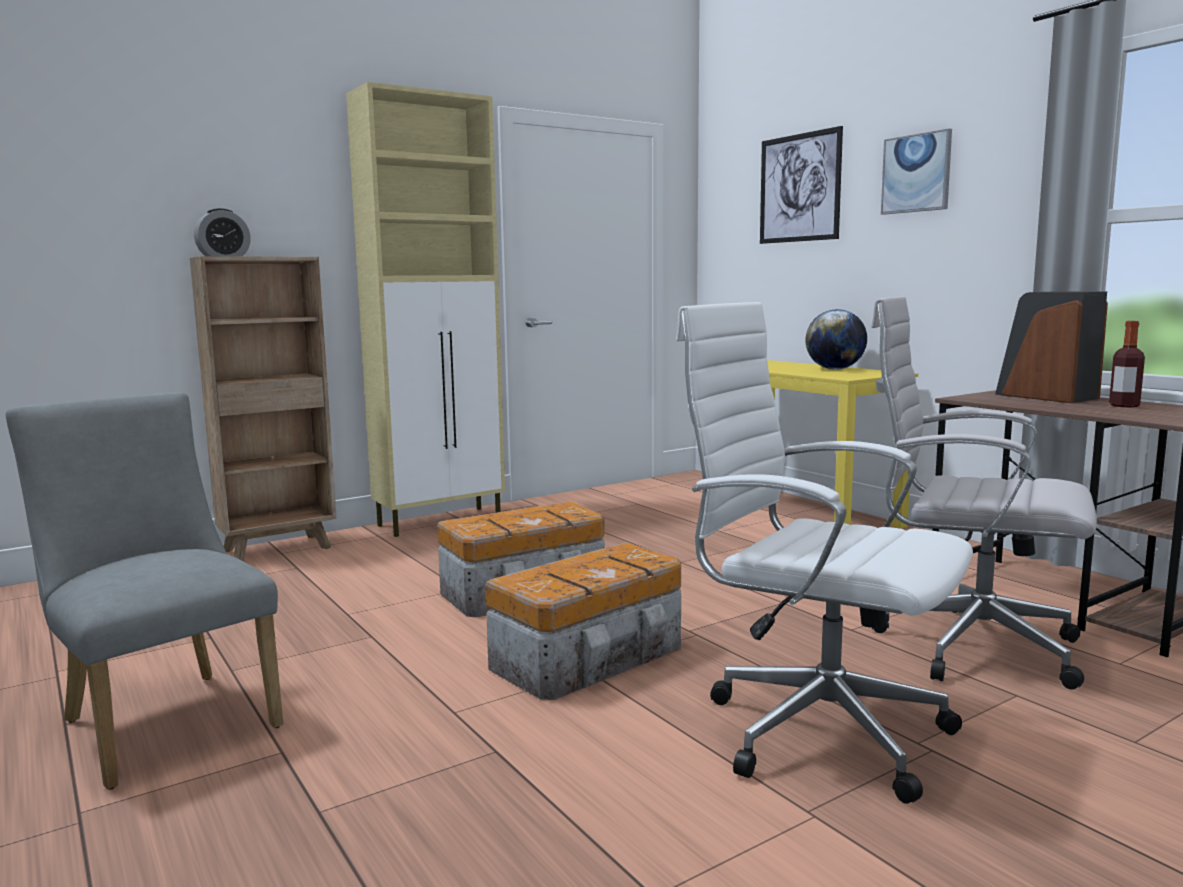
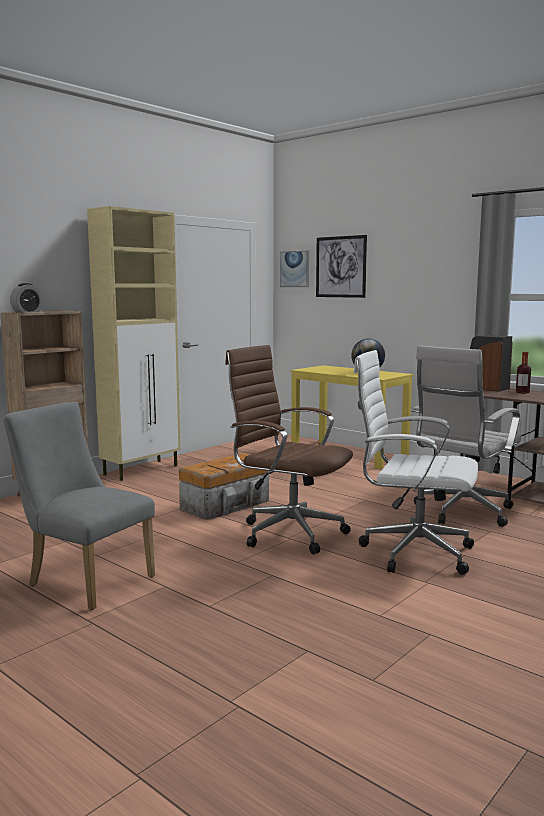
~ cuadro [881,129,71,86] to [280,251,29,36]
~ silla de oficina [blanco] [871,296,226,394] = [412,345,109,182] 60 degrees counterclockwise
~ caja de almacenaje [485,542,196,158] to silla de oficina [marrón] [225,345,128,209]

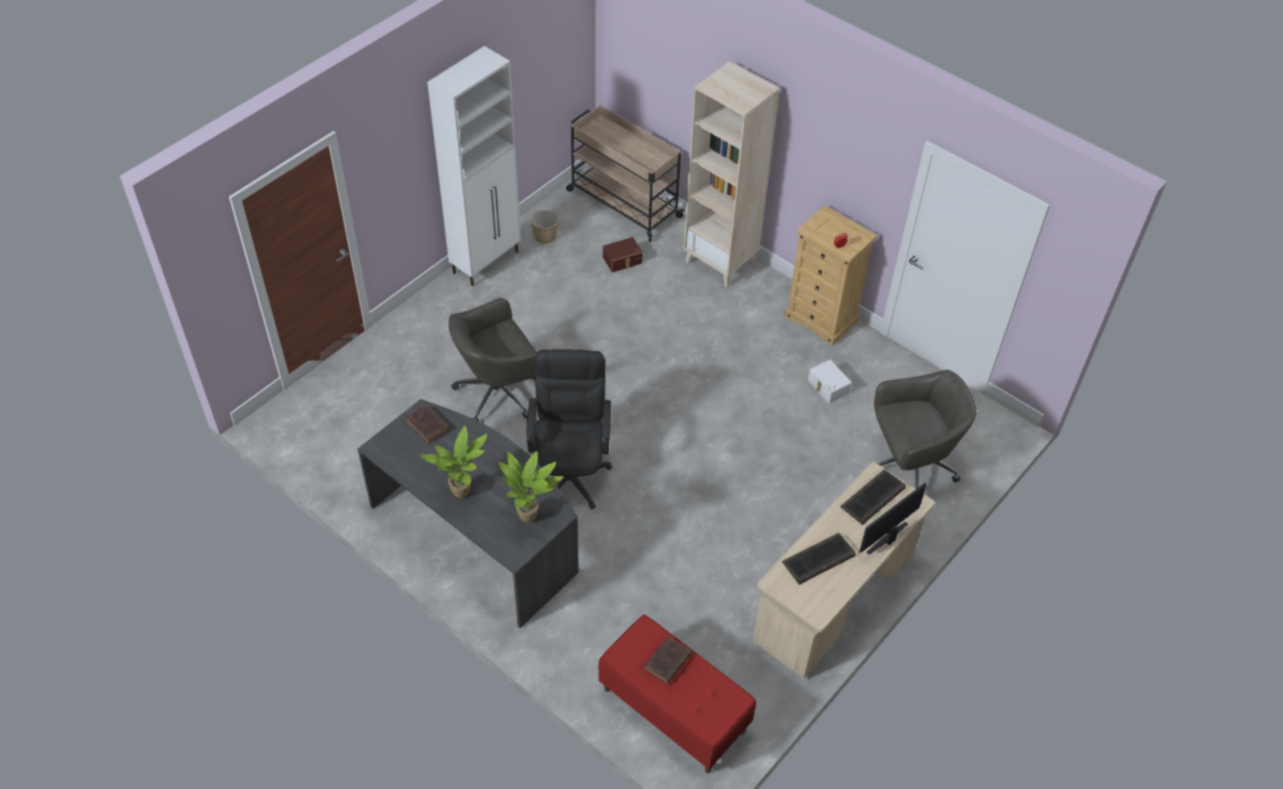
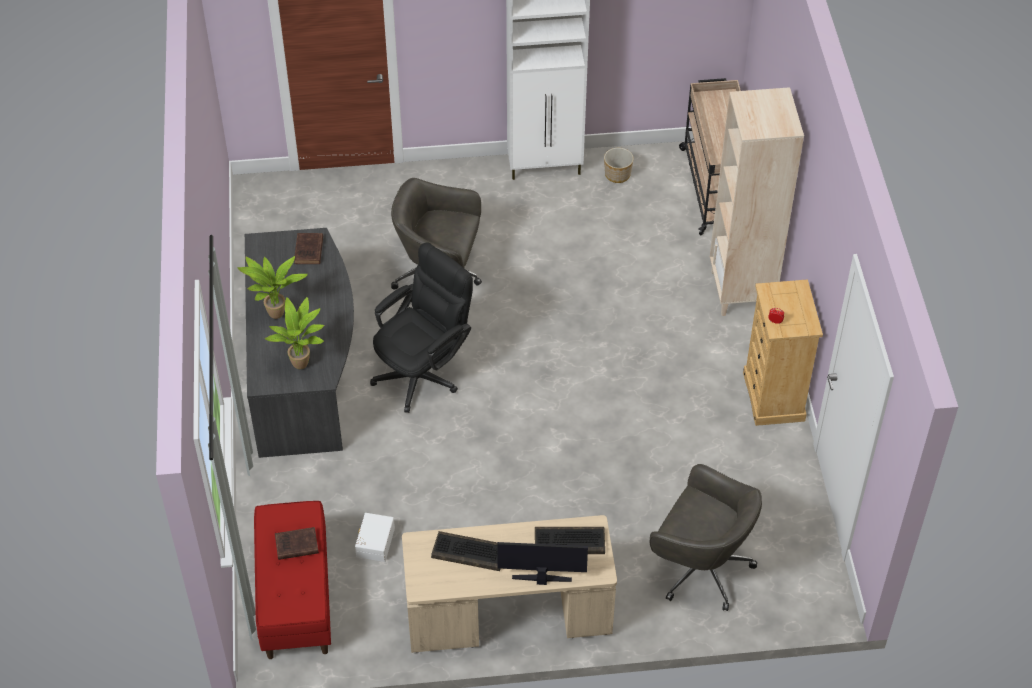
- caja de almacenaje [marrón] [603,237,40,35]
~ caja de almacenaje [blanco] [808,360,44,43] to [355,513,40,49]

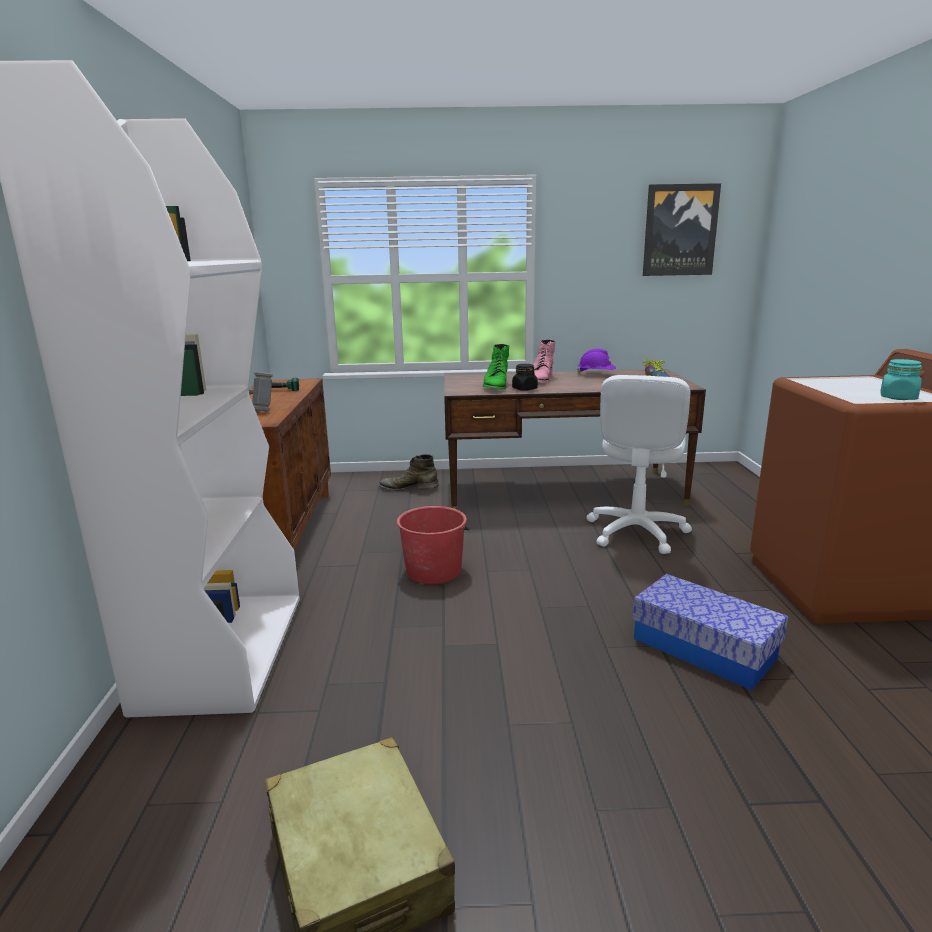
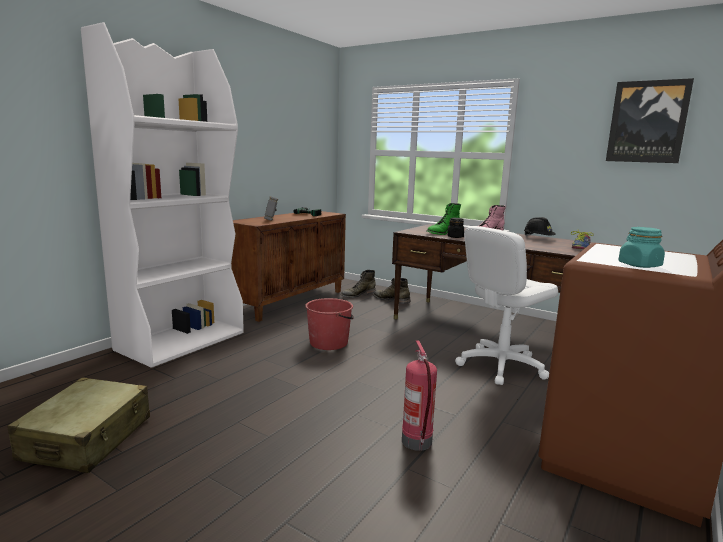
~ casco [morado] [577,349,39,25] to casco [negro] [524,217,32,20]
~ caja de almacenaje [632,574,156,116] to extintor [402,340,35,111]
+ bota [verde] [340,270,36,28]

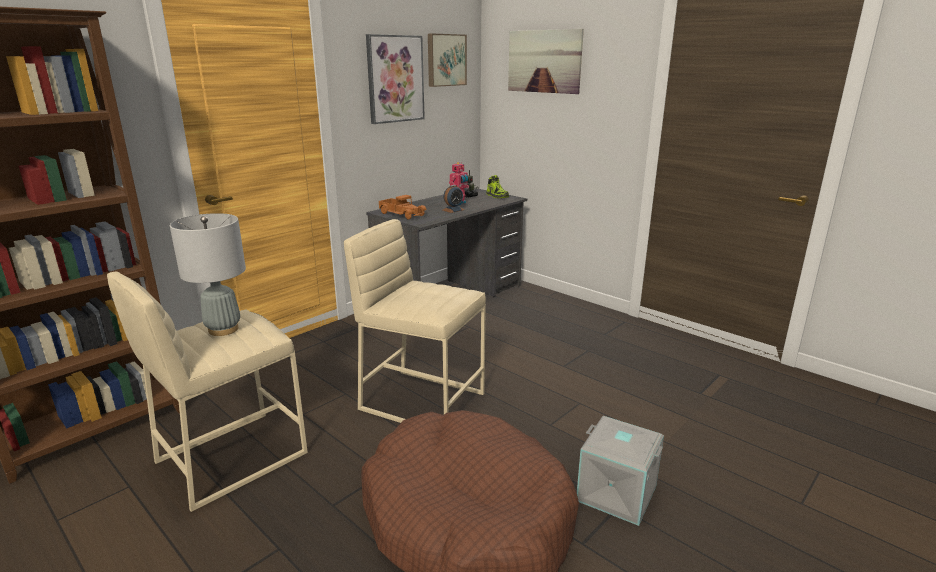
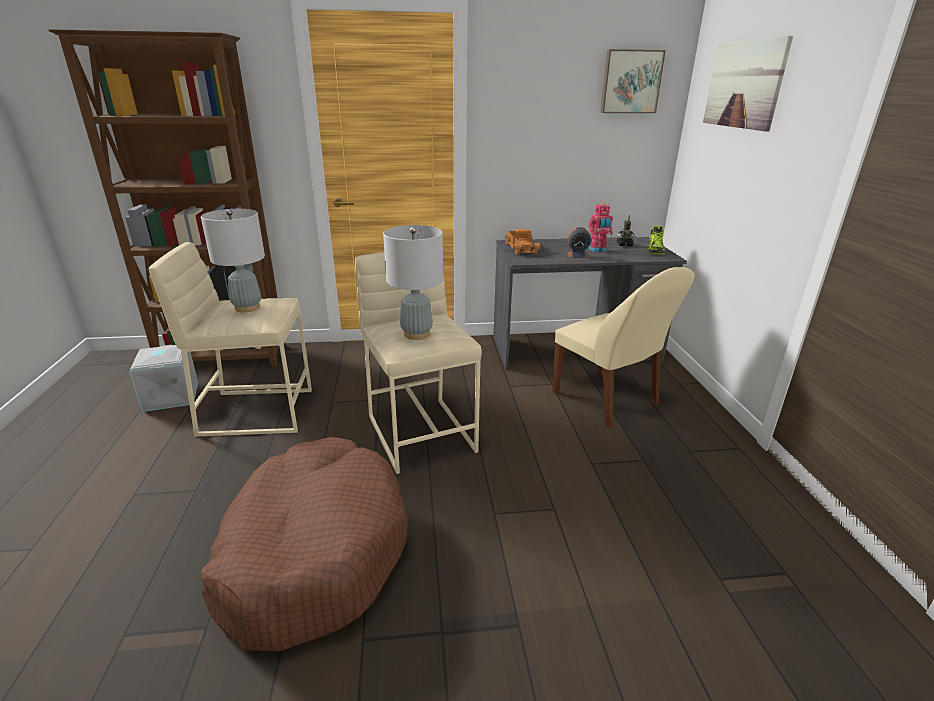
- cuadro [366,34,59,90]
~ caja de almacenaje [gris] [577,416,87,110] to [129,344,69,68]
+ lámpara de mesa [gris] [383,225,60,115]
+ silla [beis] [552,267,143,161]

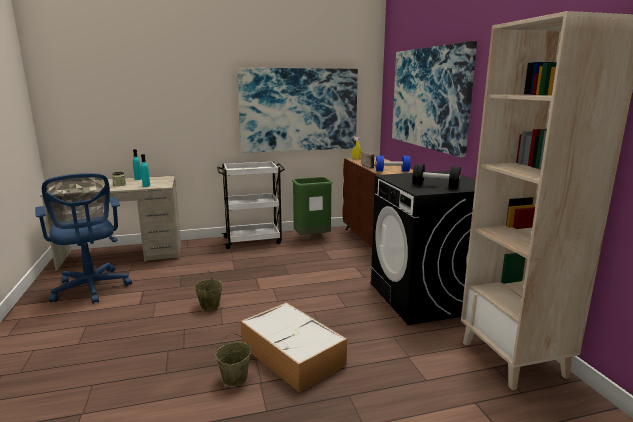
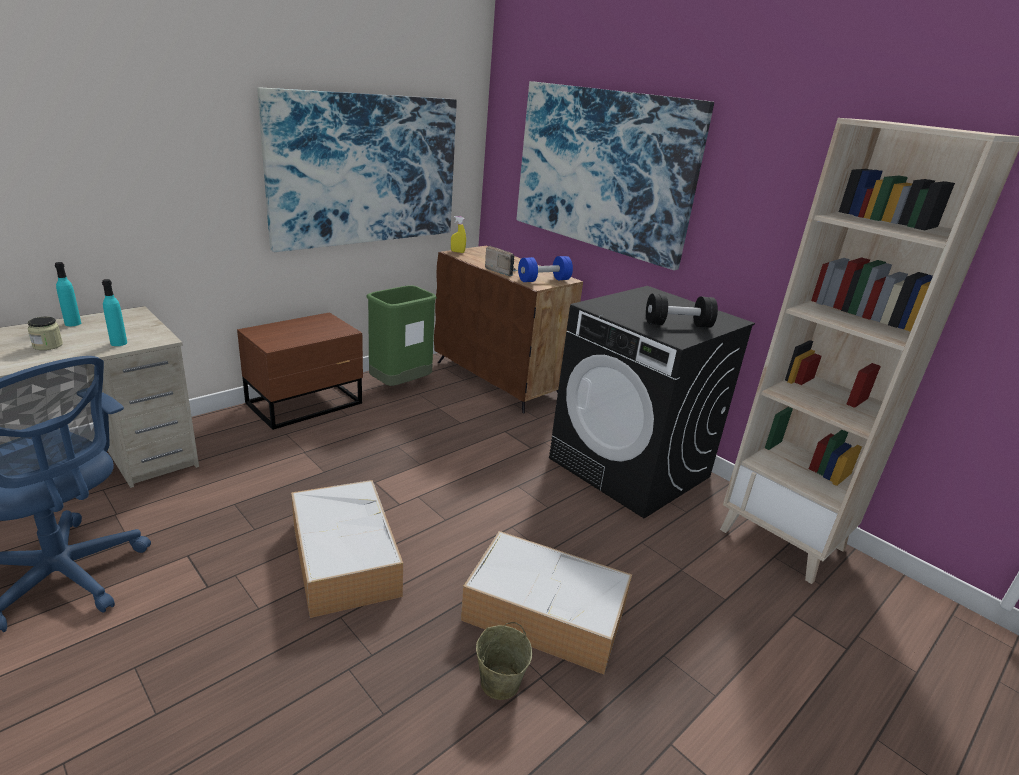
~ carrito [blanco] [217,161,68,88] to mesita de noche [marrón] [237,312,126,118]
~ cubo [beis] [194,272,29,38] to caja de almacenaje [291,480,112,138]

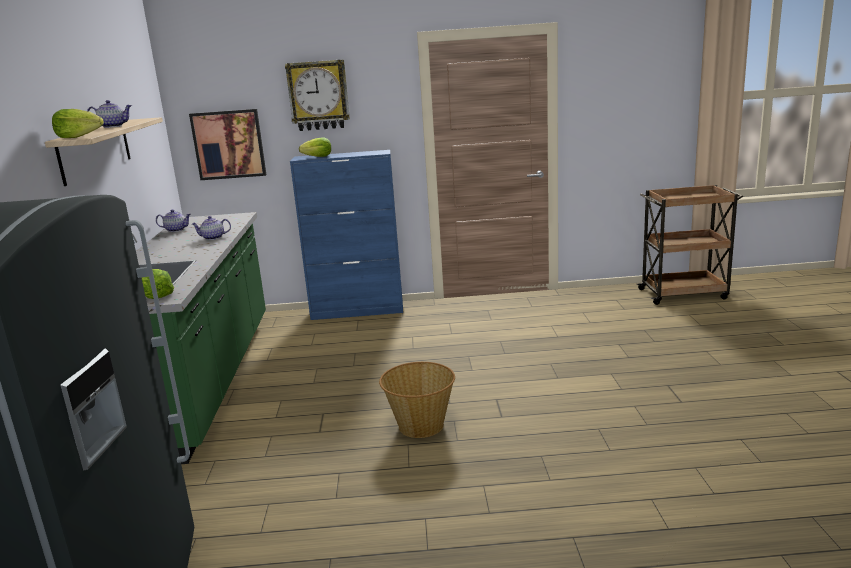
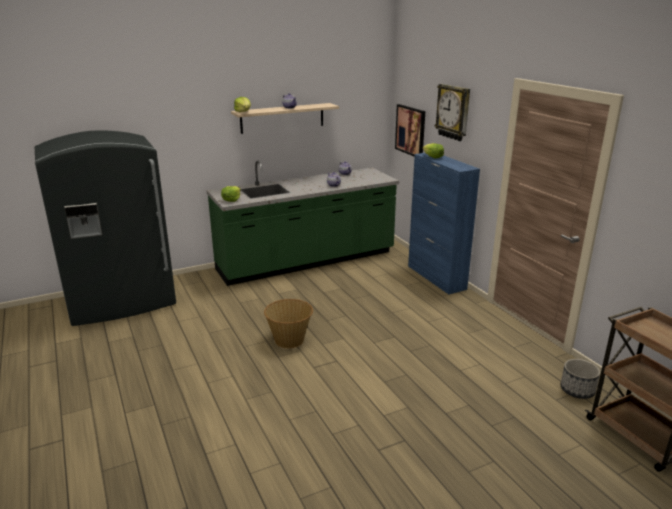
+ maceta [561,359,39,40]

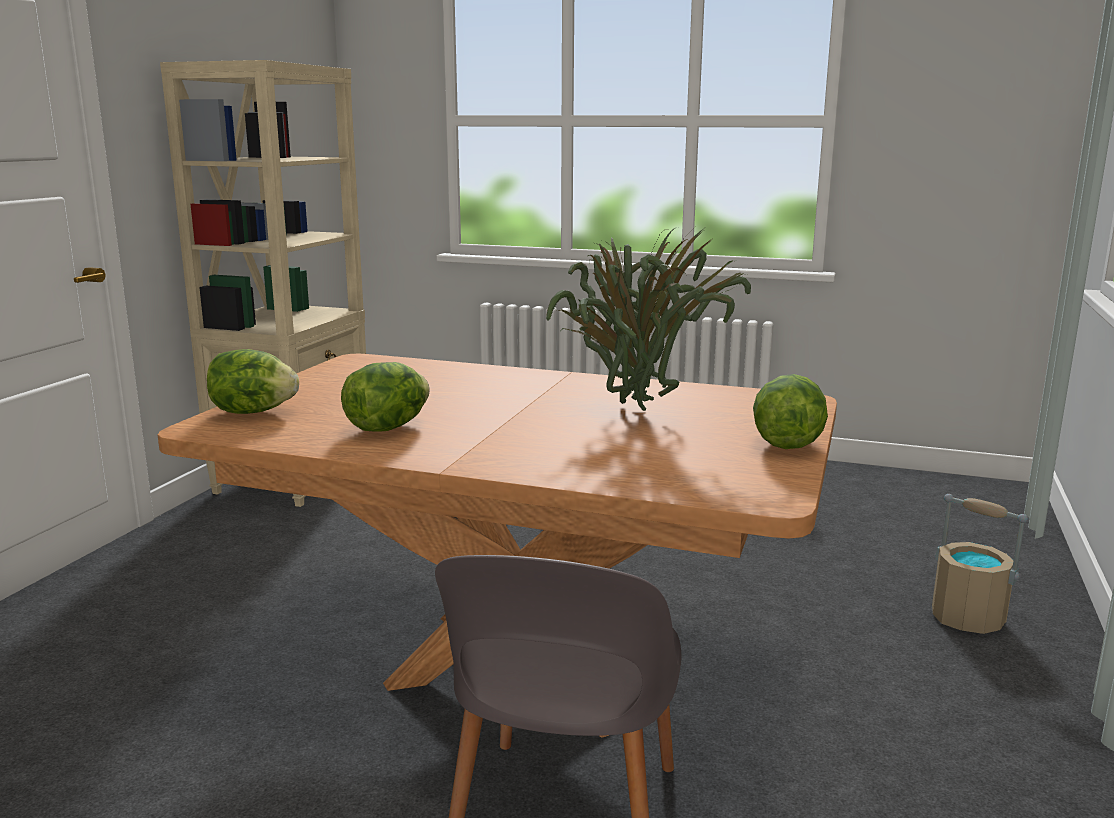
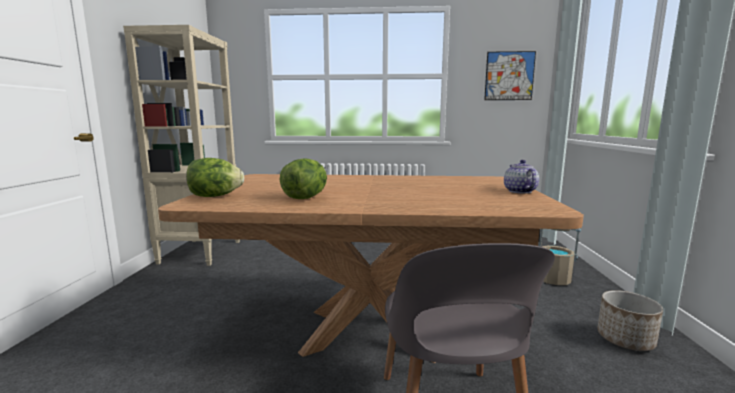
- planta en maceta [546,224,205,187]
~ lechuga [753,374,75,75] to tetera [504,160,35,34]
+ cuadro [484,51,52,49]
+ maceta [598,290,65,61]

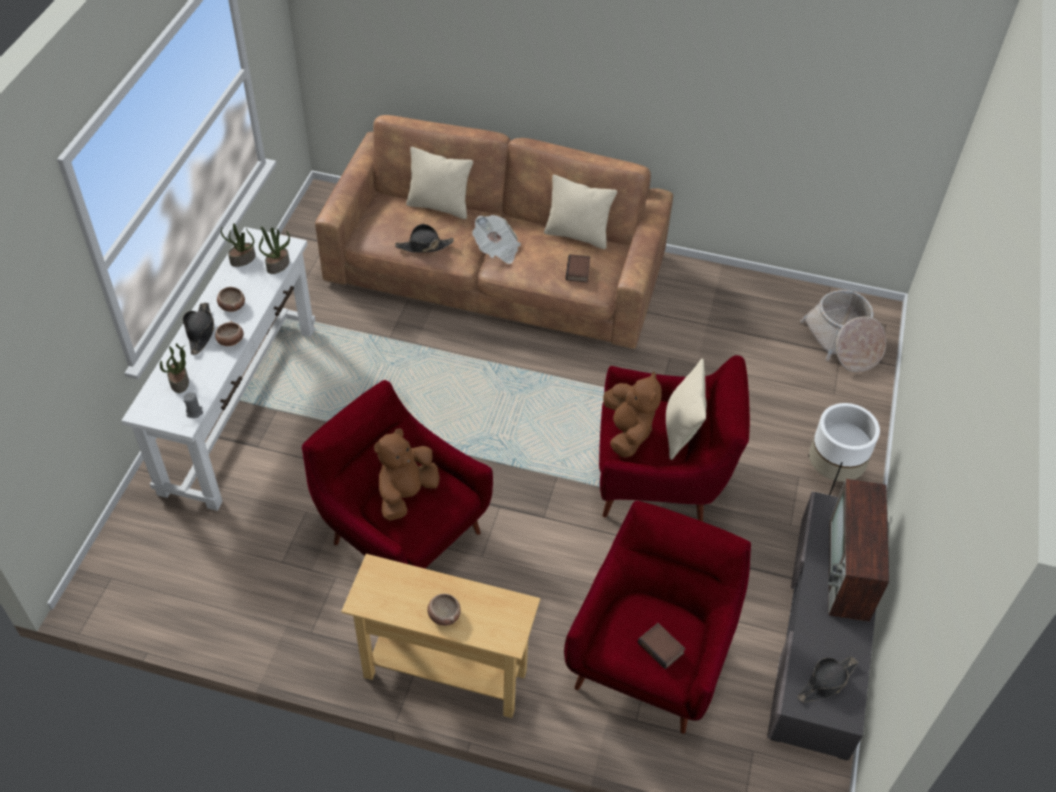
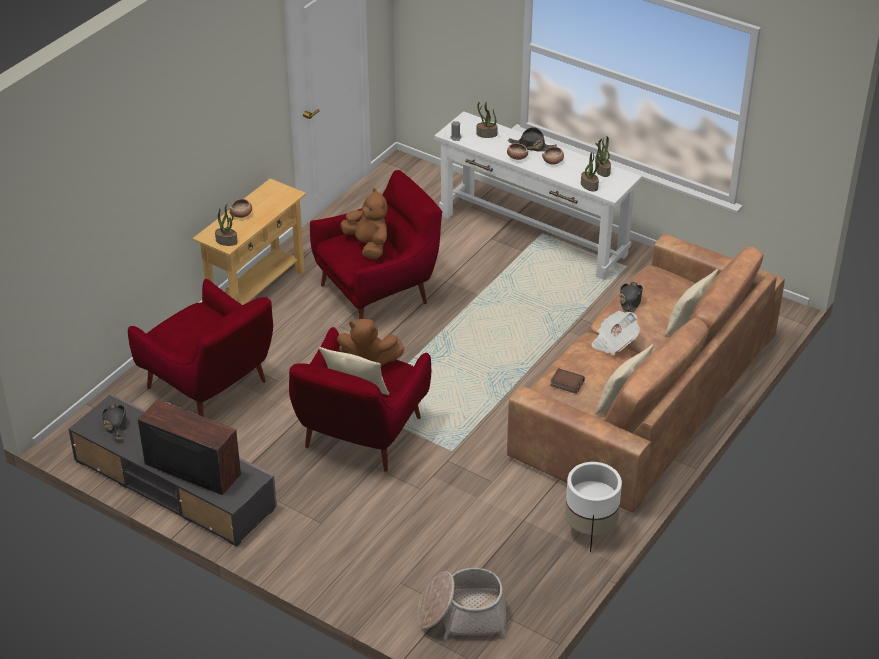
~ maceta [blanco] [808,403,72,92] to [565,462,57,90]
- libro [638,623,47,46]
+ planta en maceta [215,204,23,42]

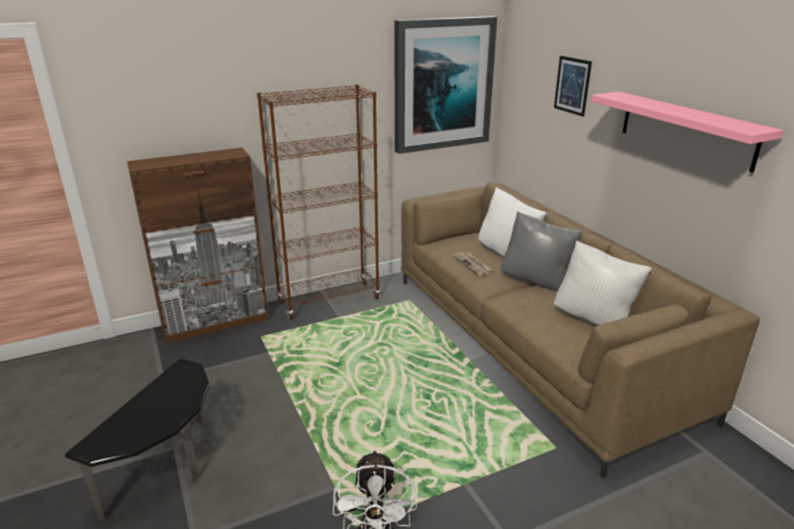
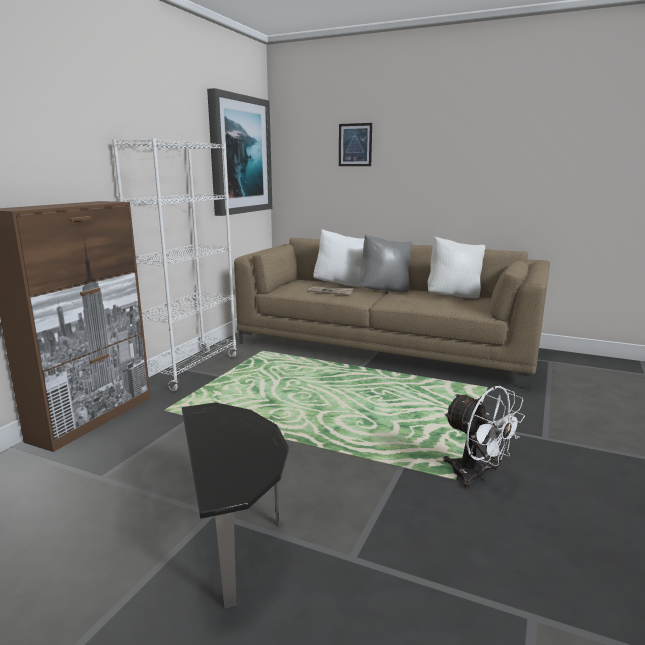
~ estantería [marrón] [257,84,123,236] to estantería [blanco] [112,138,125,253]
- estante [rosa] [591,92,193,81]

